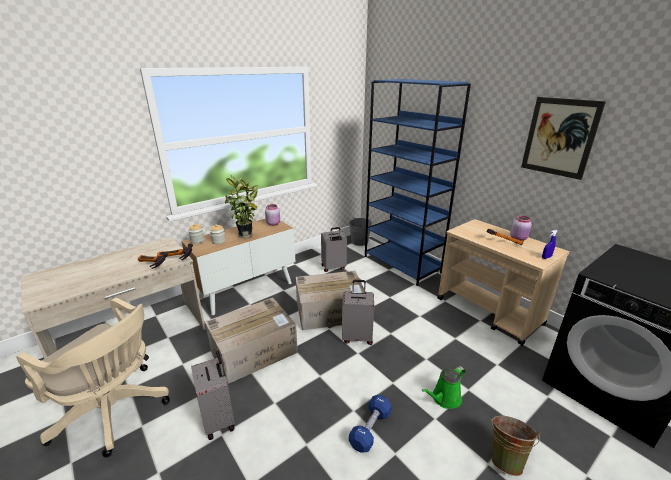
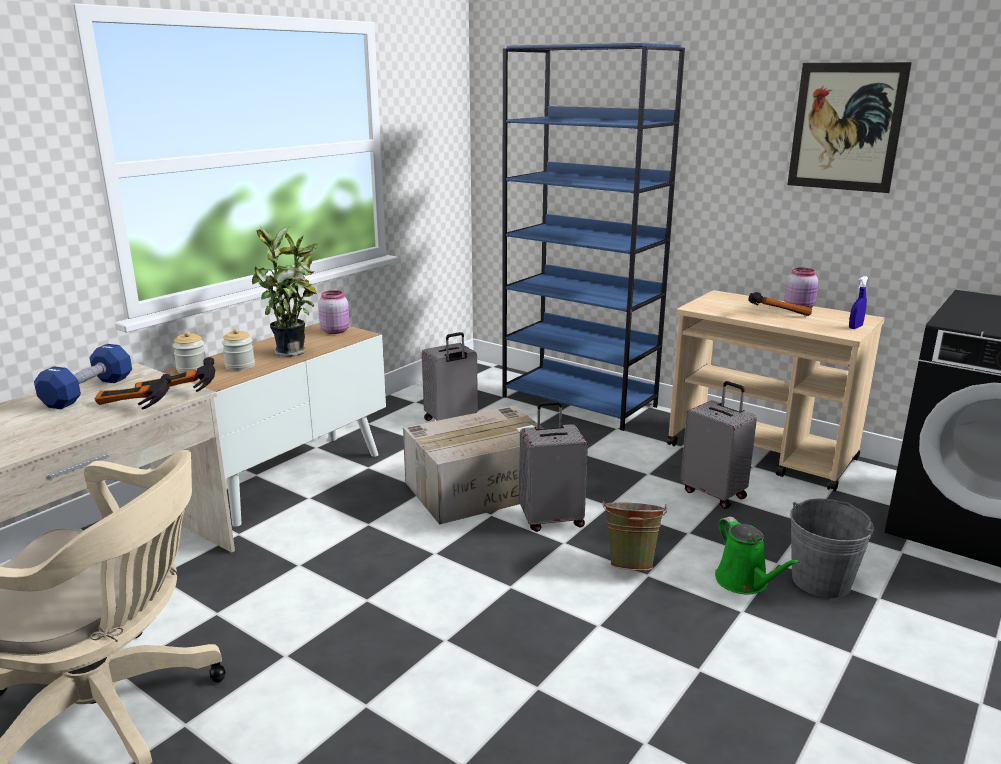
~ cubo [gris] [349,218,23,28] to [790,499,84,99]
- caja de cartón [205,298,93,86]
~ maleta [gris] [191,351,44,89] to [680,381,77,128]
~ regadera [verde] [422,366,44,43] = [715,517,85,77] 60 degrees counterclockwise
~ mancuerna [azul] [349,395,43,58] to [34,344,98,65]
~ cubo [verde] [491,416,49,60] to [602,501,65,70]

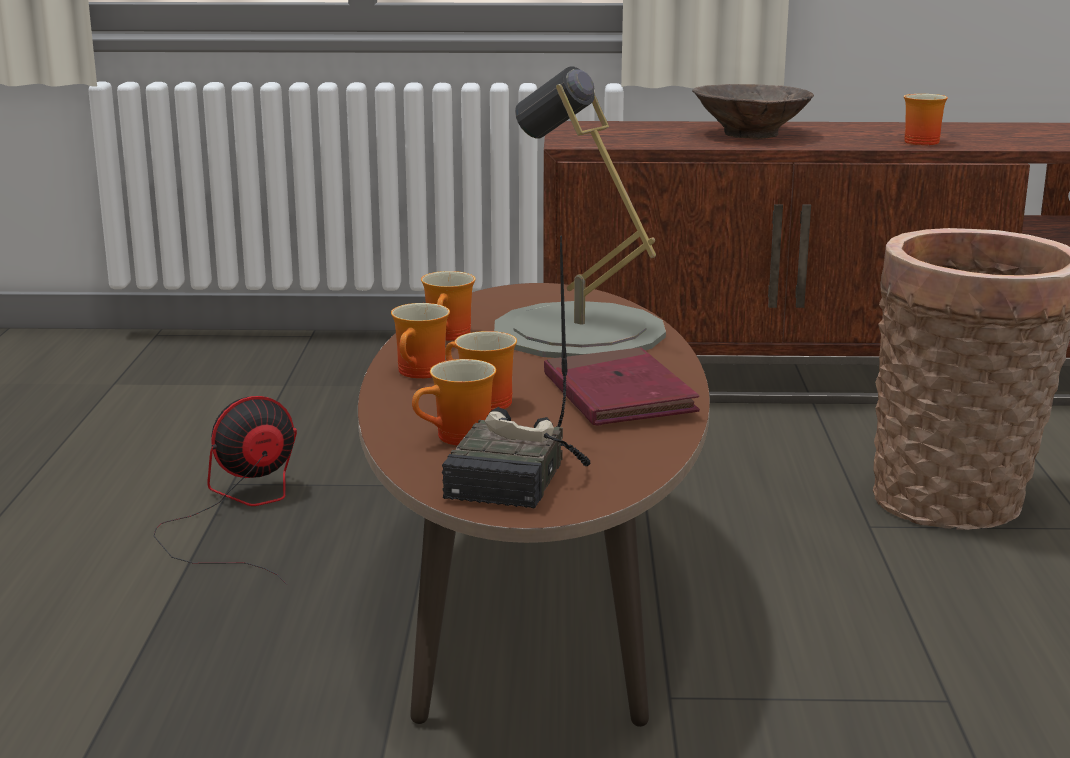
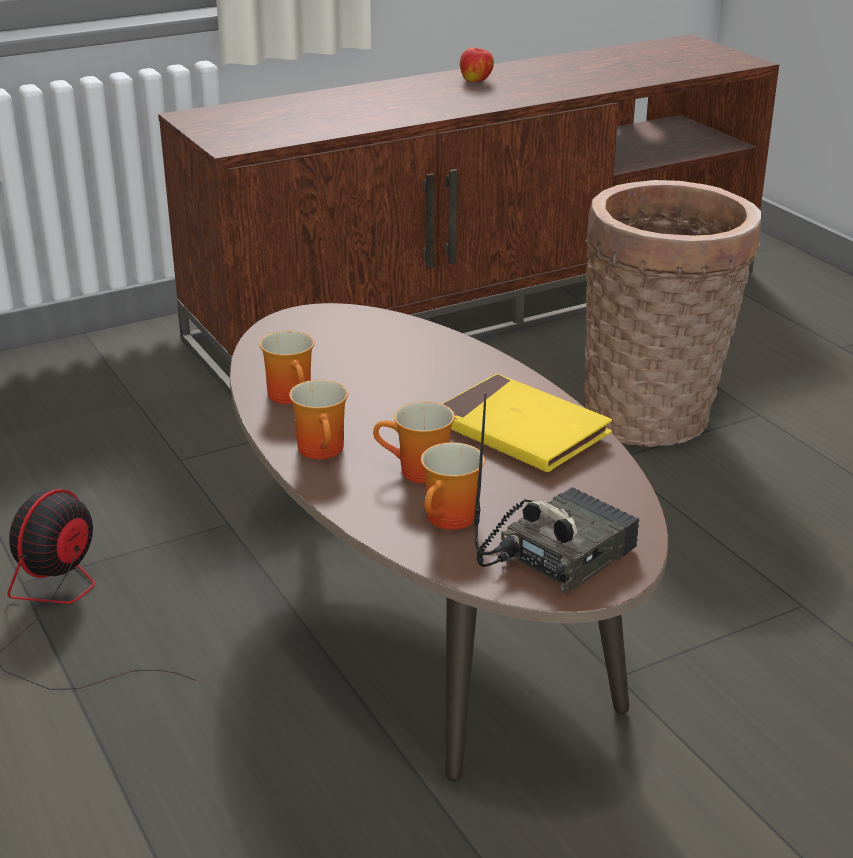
- lámpara de mesa [gris] [494,66,172,292]
- cuenco [marrón] [692,84,122,55]
- taza grande [904,94,44,51]
~ radio [442,236,148,272] = [474,394,165,200] 120 degrees counterclockwise
~ libro [rojo] [544,347,156,79] to libro [amarillo] [442,374,170,98]
+ manzana [460,48,34,34]

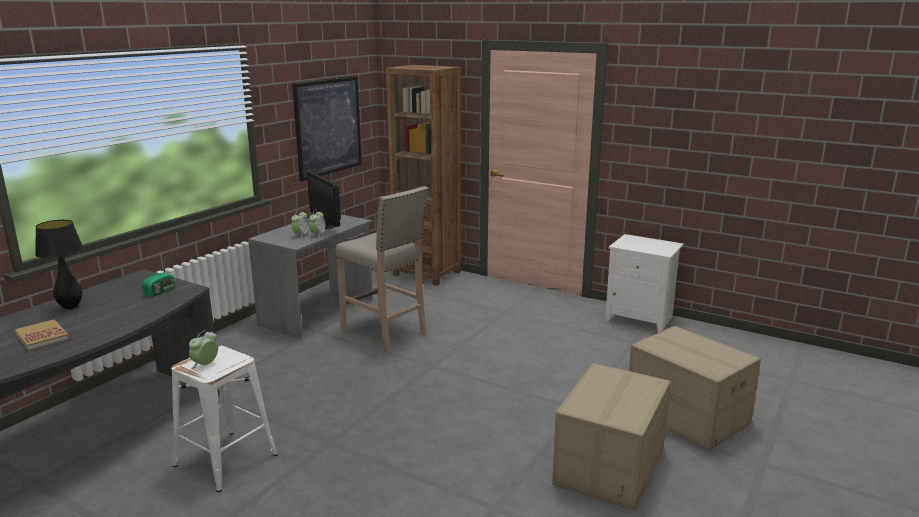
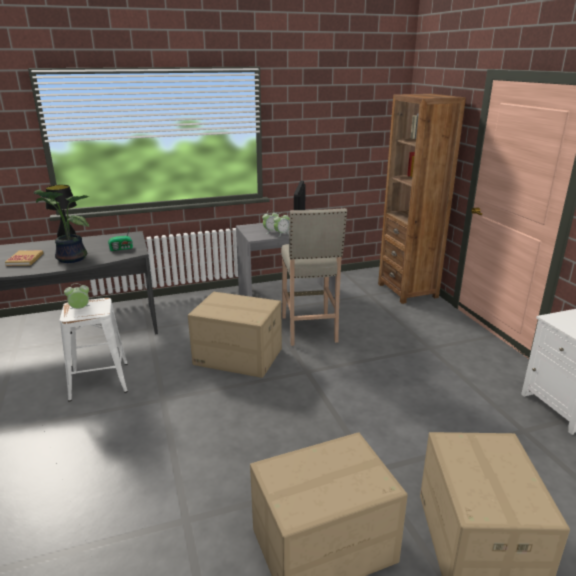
- cuadro [292,76,70,105]
+ planta en maceta [34,190,56,73]
+ caja de cartón [188,292,94,86]

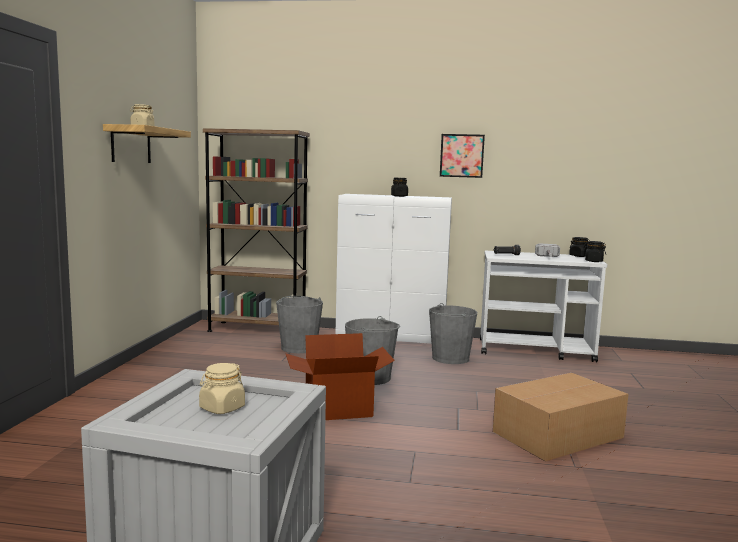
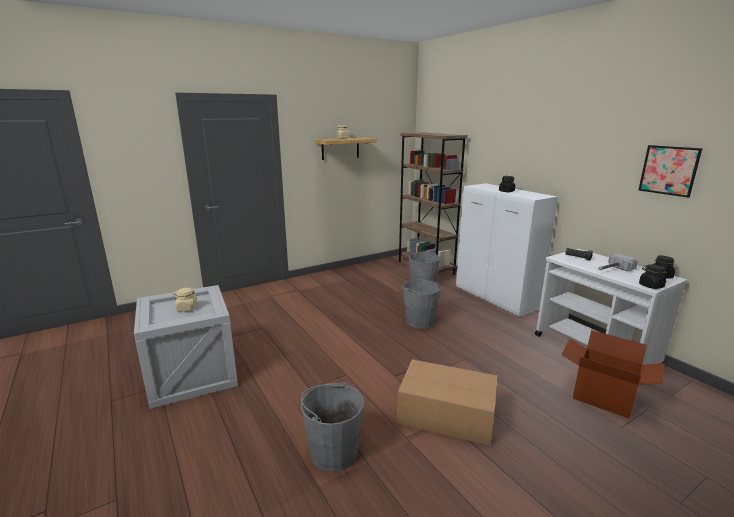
~ cuadro [440,134,45,44] to [639,145,63,53]
~ cubo [gris] [429,303,48,61] to [301,382,63,90]
~ caja de cartón [285,333,110,87] to [561,330,104,88]

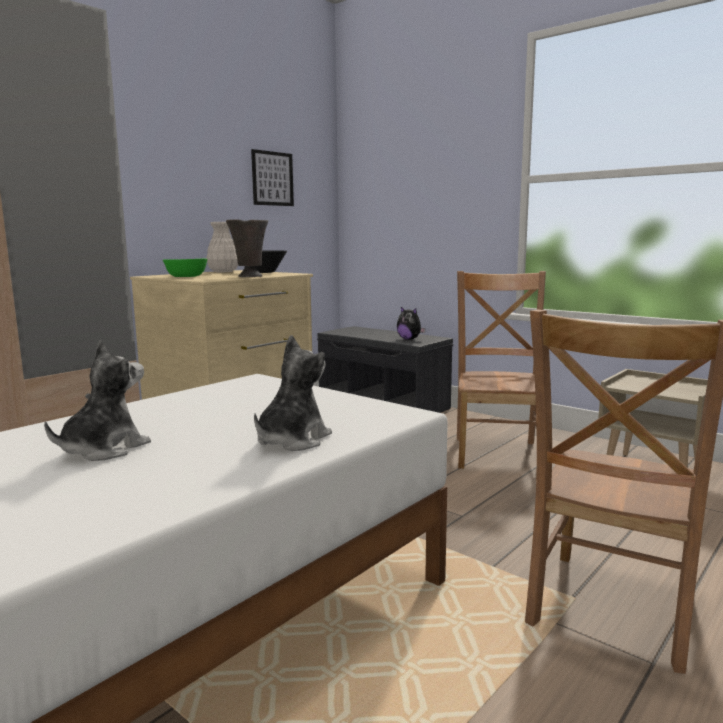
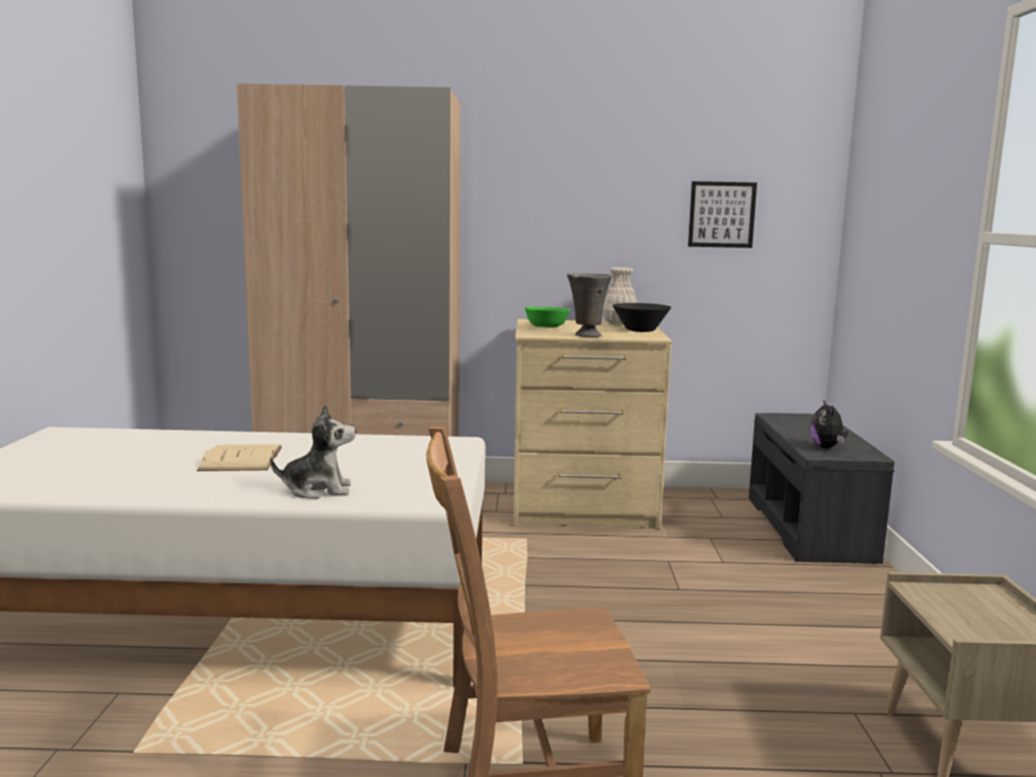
- silla [marrón] [457,271,89,198]
~ peluche [44,341,107,120] to libro [beis] [197,444,85,27]

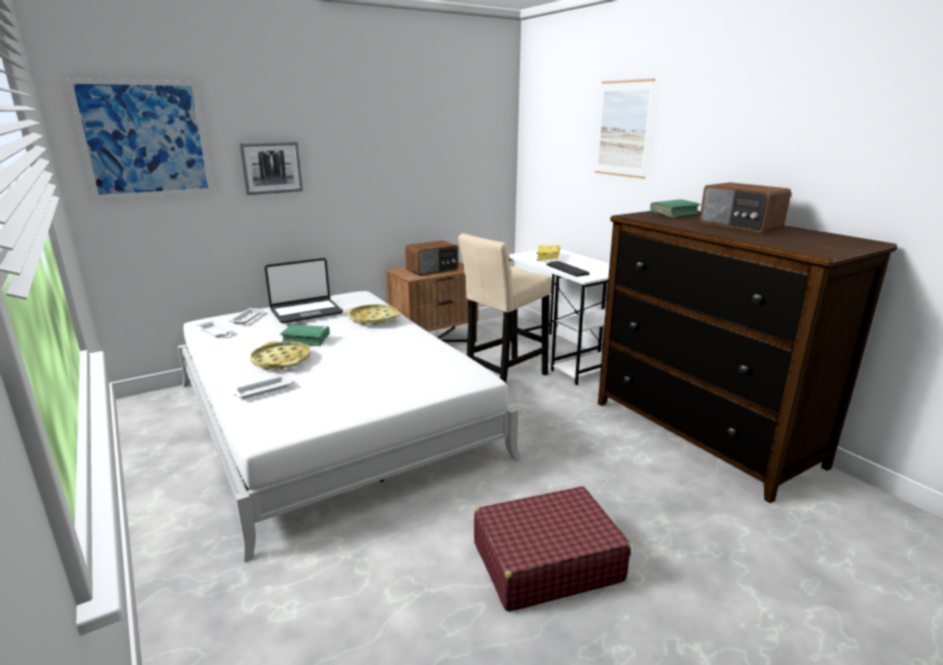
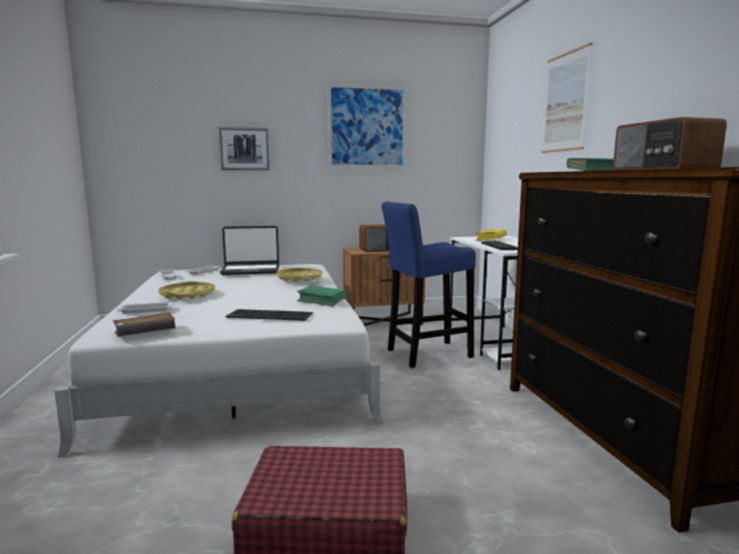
~ cuadro [67,79,146,121] to [328,84,79,84]
~ taburete [beis] [458,233,93,150] to taburete [azul] [382,202,94,166]
~ libro [verde] [280,324,50,22] to [297,285,50,22]
+ teclado [225,309,88,12]
+ libro [marrón] [113,312,63,25]

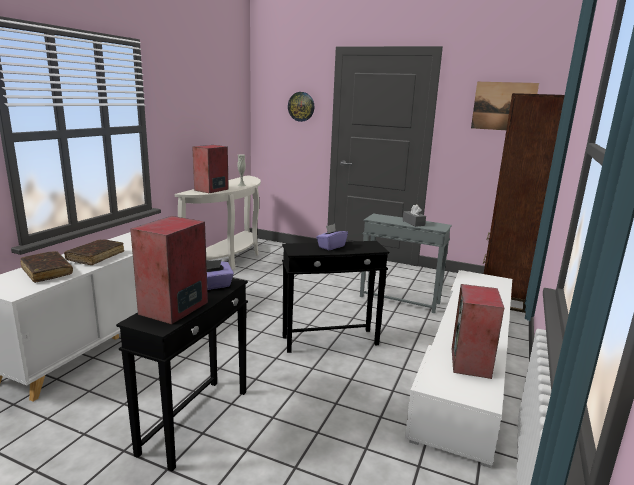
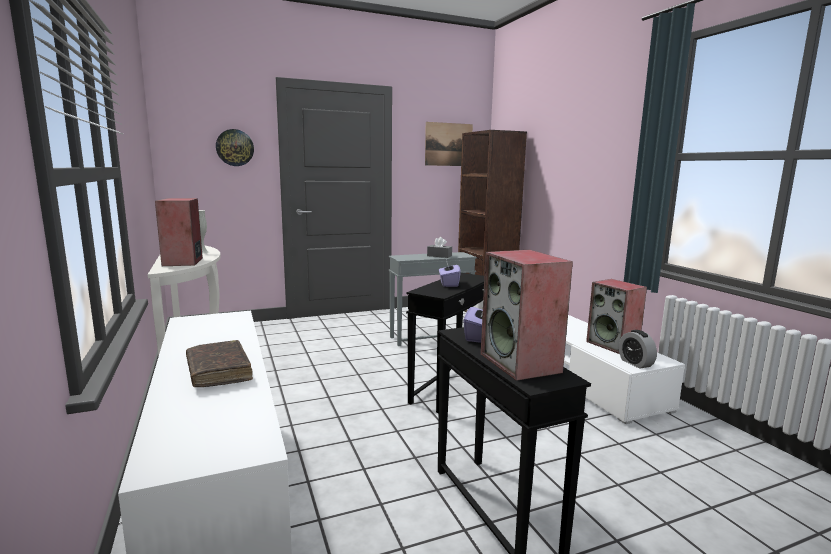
- libro [marrón] [20,251,53,32]
+ despertador [619,330,38,39]

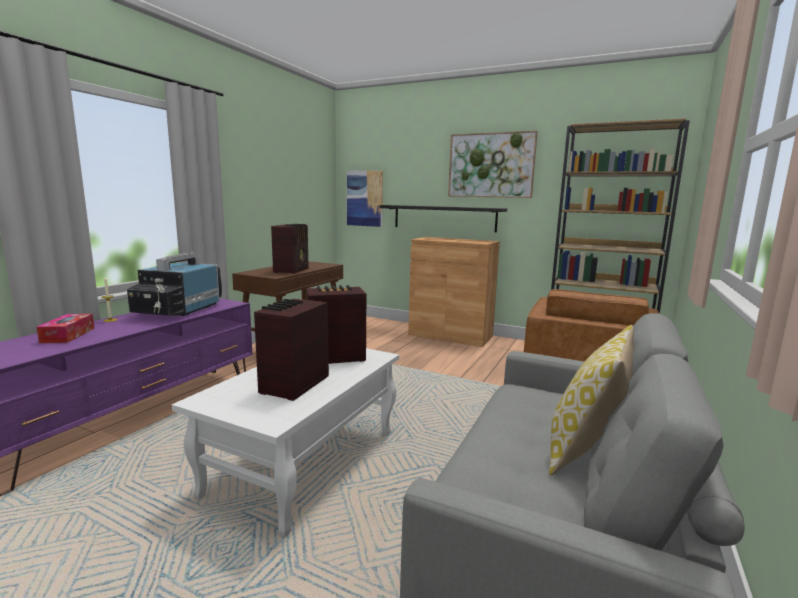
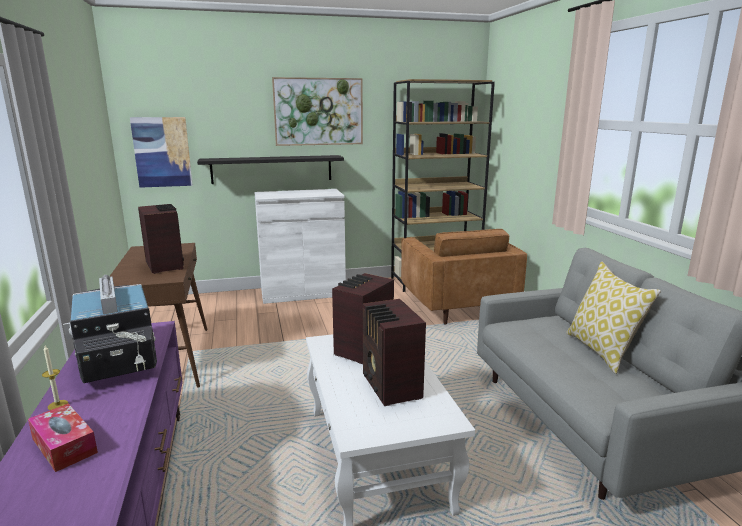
~ armario [marrón] [408,237,92,110] to armario [blanco] [254,189,92,115]

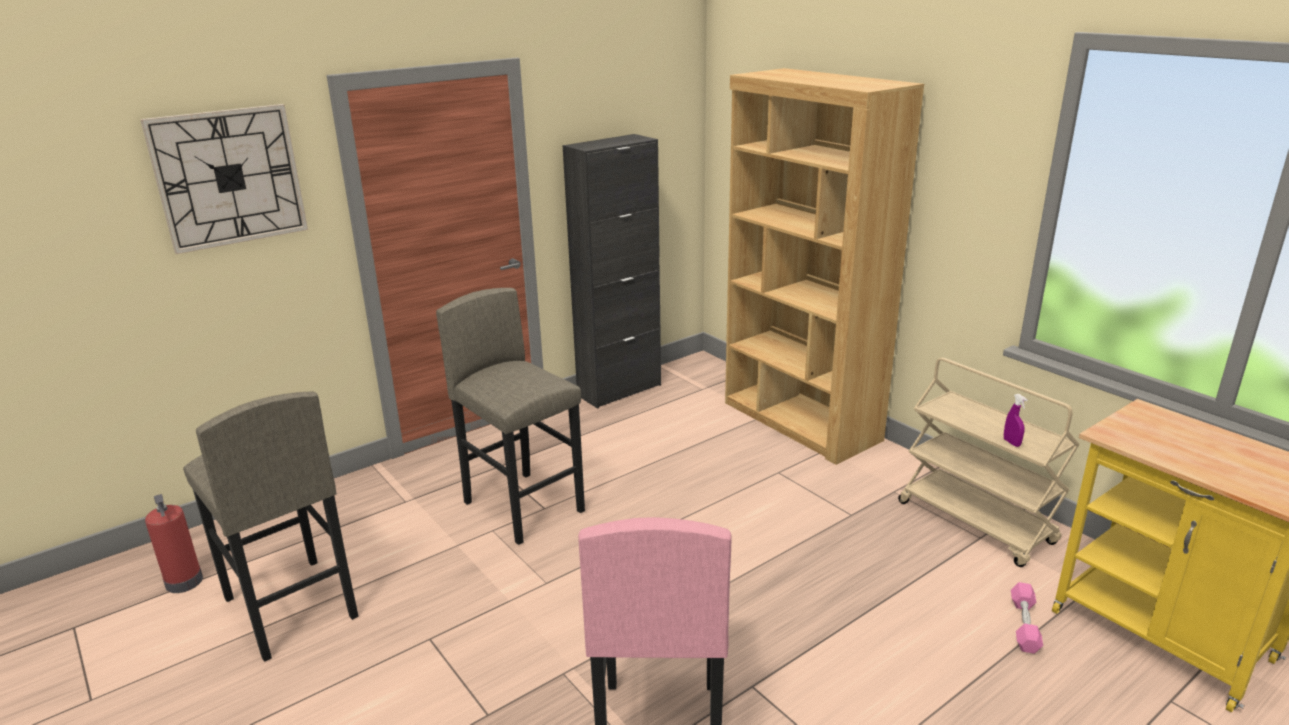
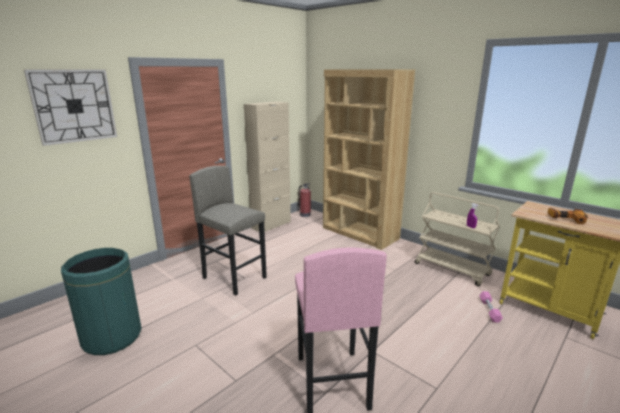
~ armario [negro] [563,134,98,275] to armario [beis] [244,101,47,131]
~ taburete [gris] [183,392,176,270] to papelera [verde] [61,248,81,107]
~ extintor [145,494,58,99] to [298,184,13,33]
+ taladro [547,208,41,16]

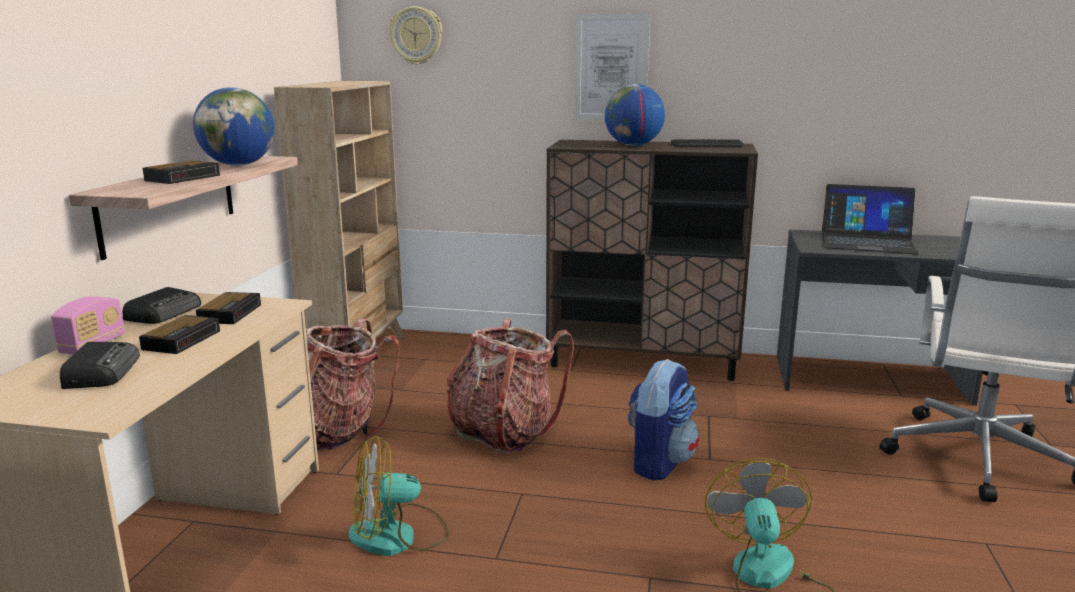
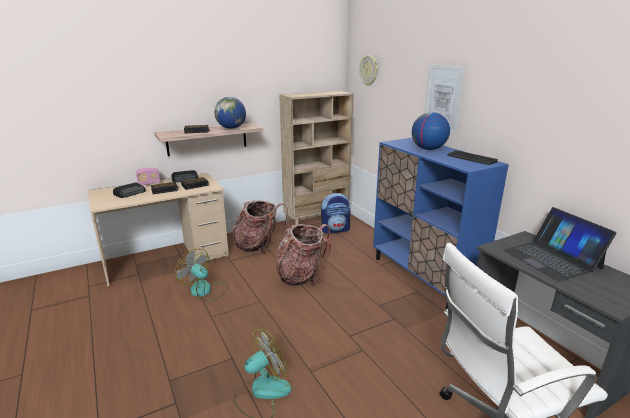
~ armario [marrón] [546,140,212,241] to armario [azul] [373,138,136,171]
~ mochila [628,359,71,121] to [321,193,30,40]

